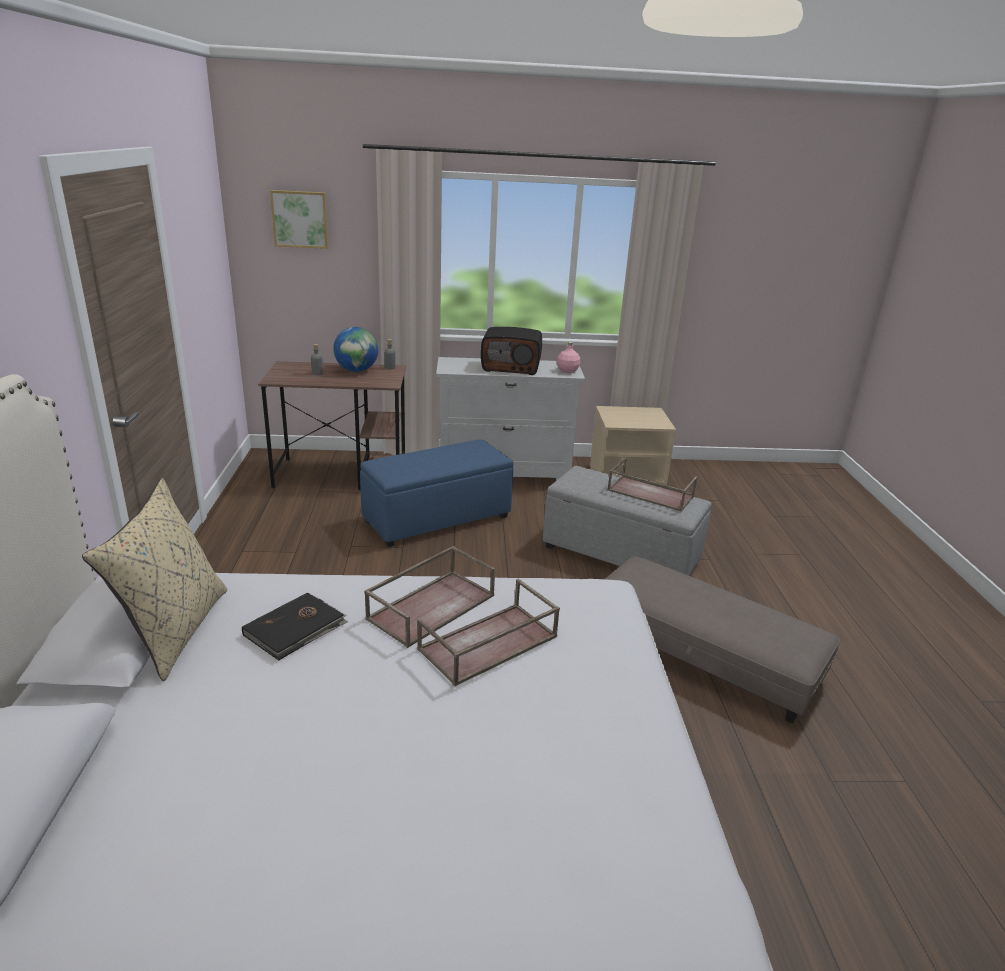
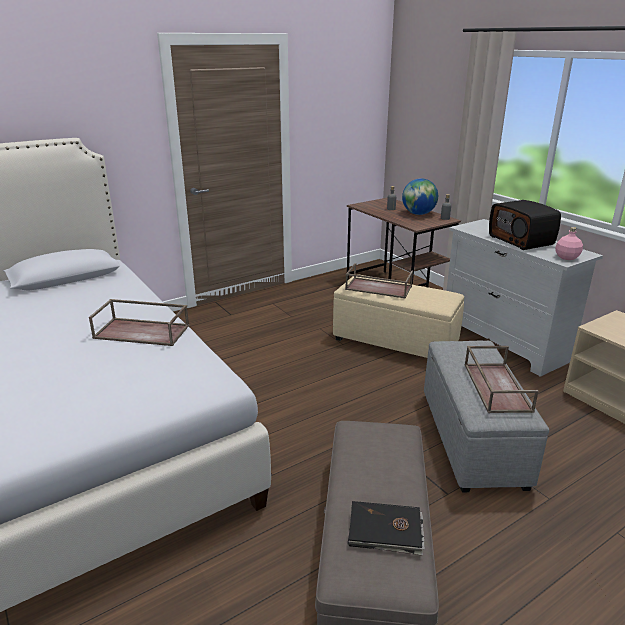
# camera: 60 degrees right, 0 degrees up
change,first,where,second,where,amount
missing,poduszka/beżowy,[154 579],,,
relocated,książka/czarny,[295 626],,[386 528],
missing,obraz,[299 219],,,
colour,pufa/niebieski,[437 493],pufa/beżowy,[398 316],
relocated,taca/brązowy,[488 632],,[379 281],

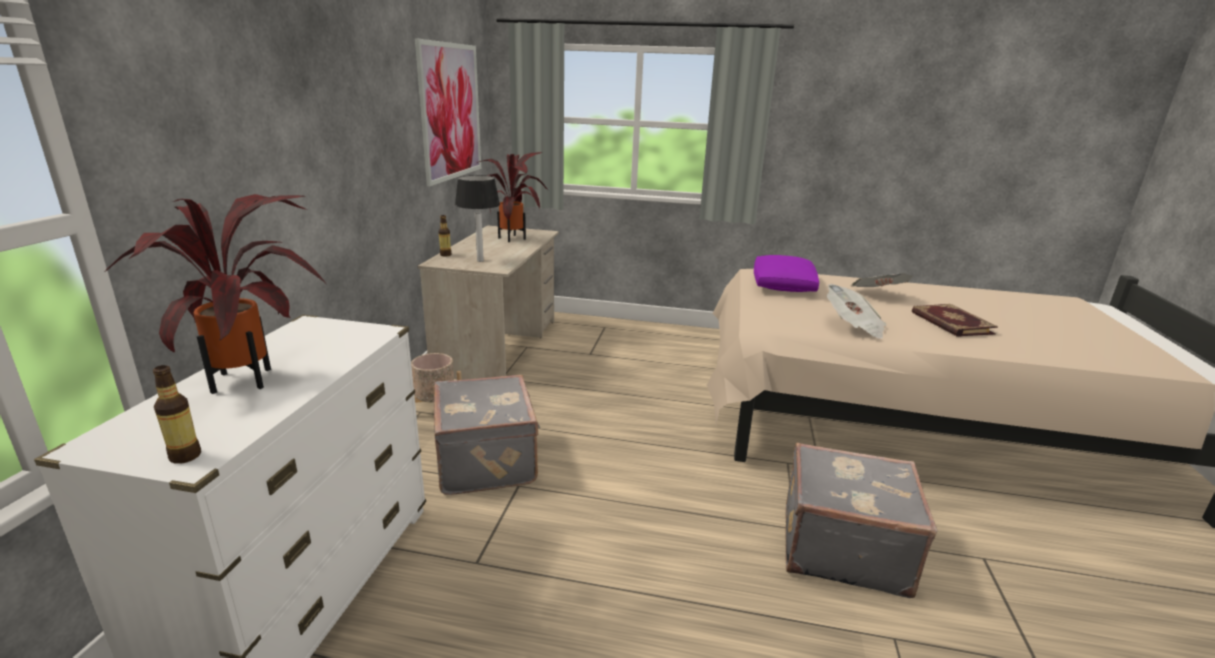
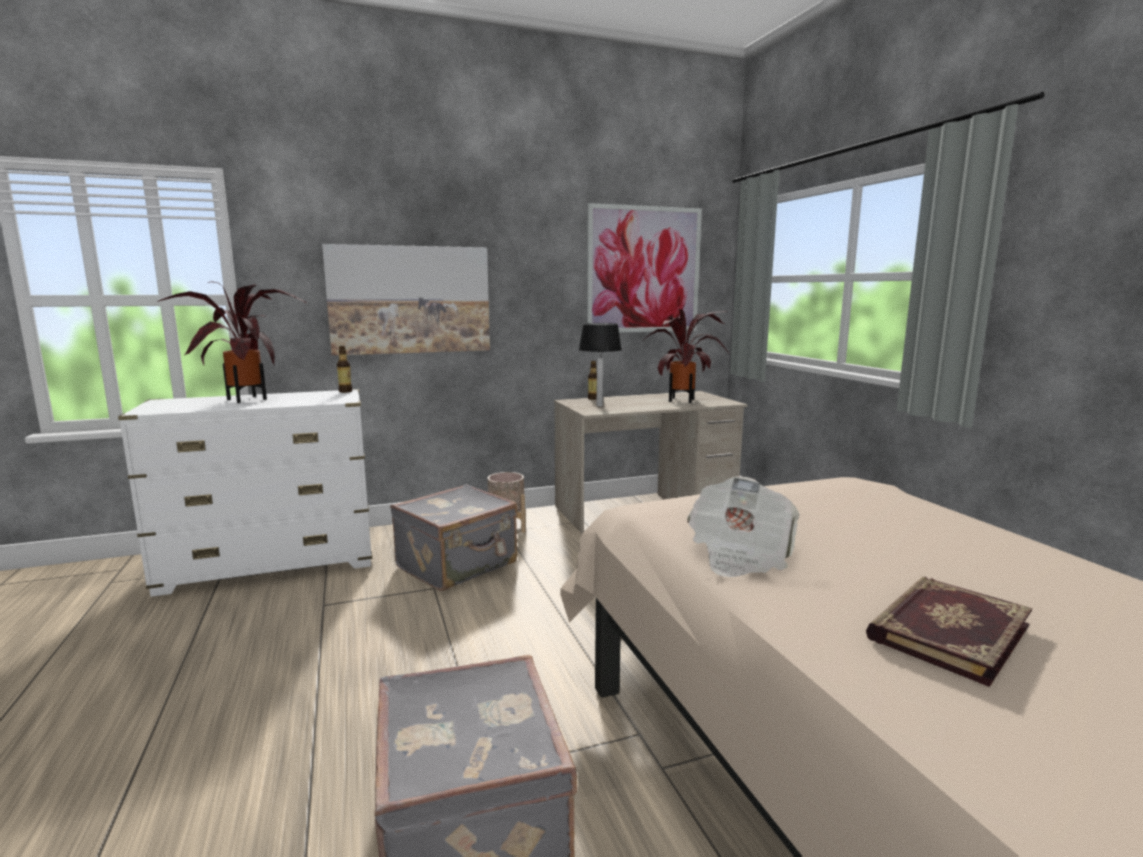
# camera: 60 degrees right, 10 degrees down
change,first,where,second,where,amount
relocated,butelka,[177 414],,[344 369],
missing,poduszka/fioletowy,[786 273],,,
missing,gazeta,[882 280],,,
appeared,,,obraz,[406 299],

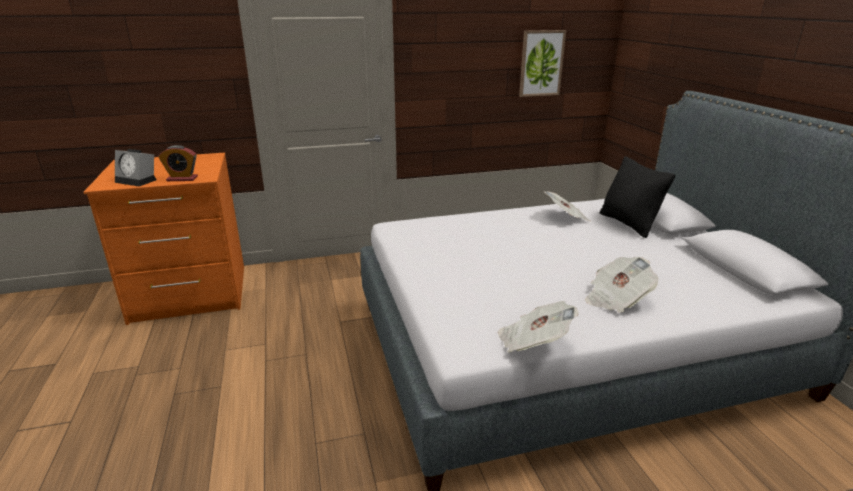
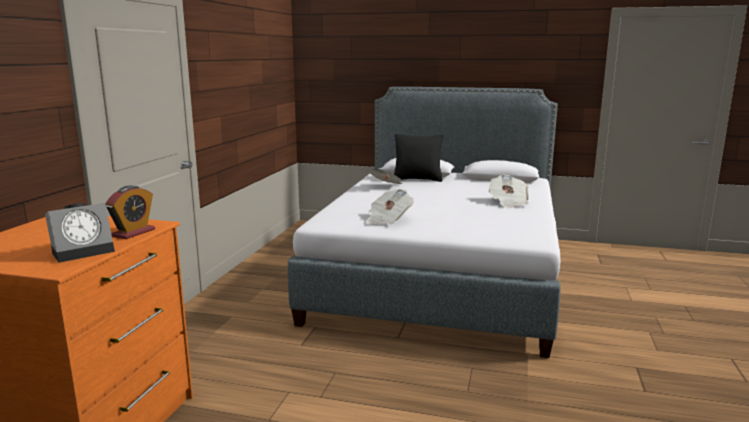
# camera: 60 degrees left, 10 degrees down
change,first,where,second,where,amount
relocated,gazeta,[537 327],,[390 207],
missing,obraz,[542 63],,,

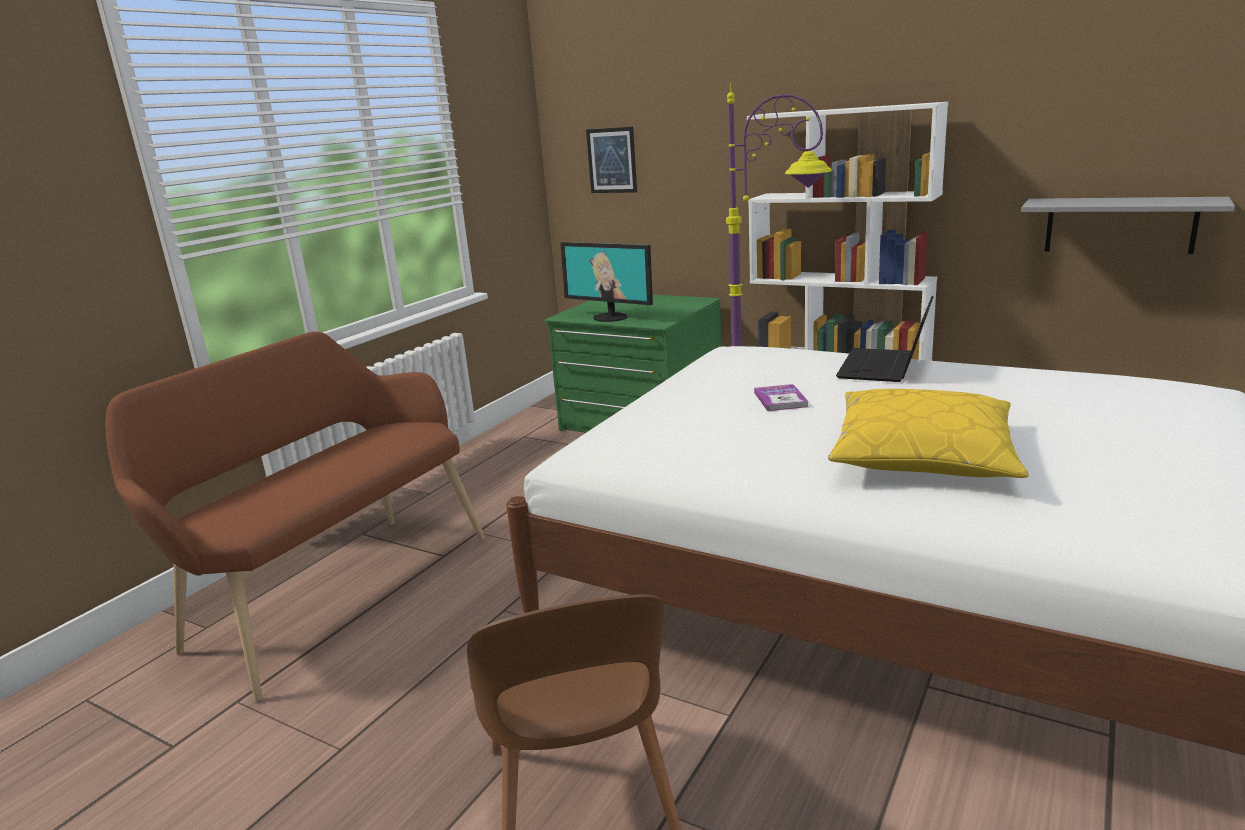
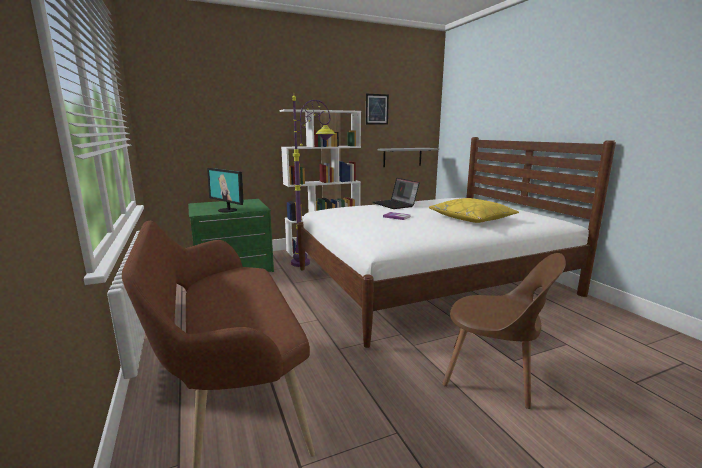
# camera: 55 degrees left, 5 degrees down
change,first,where,second,where,amount
spun,monitor,[606 282],,[225 190],60 degrees clockwise
relocated,obraz,[611 160],,[377 109],

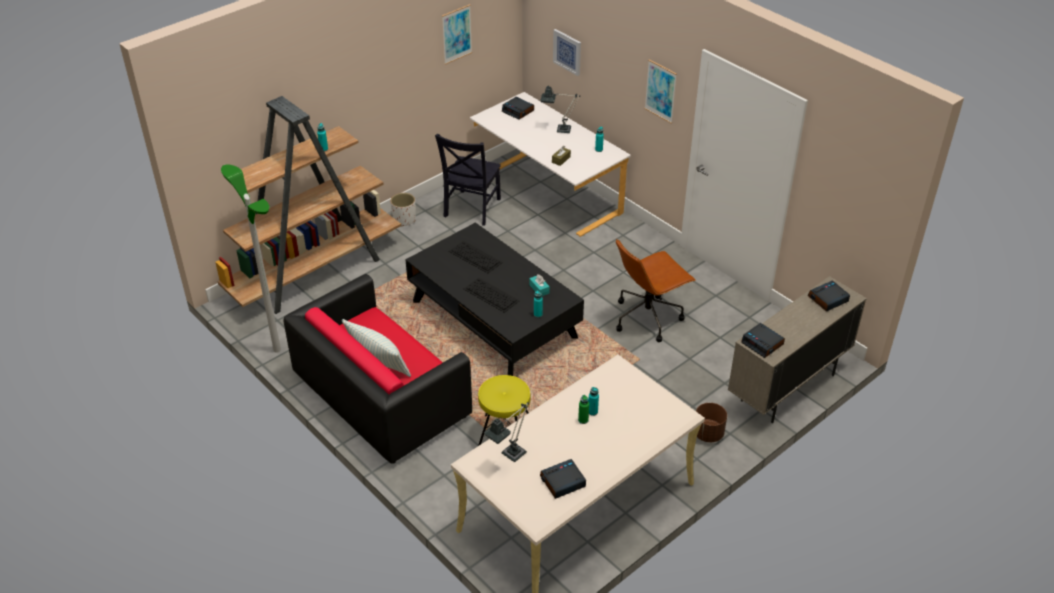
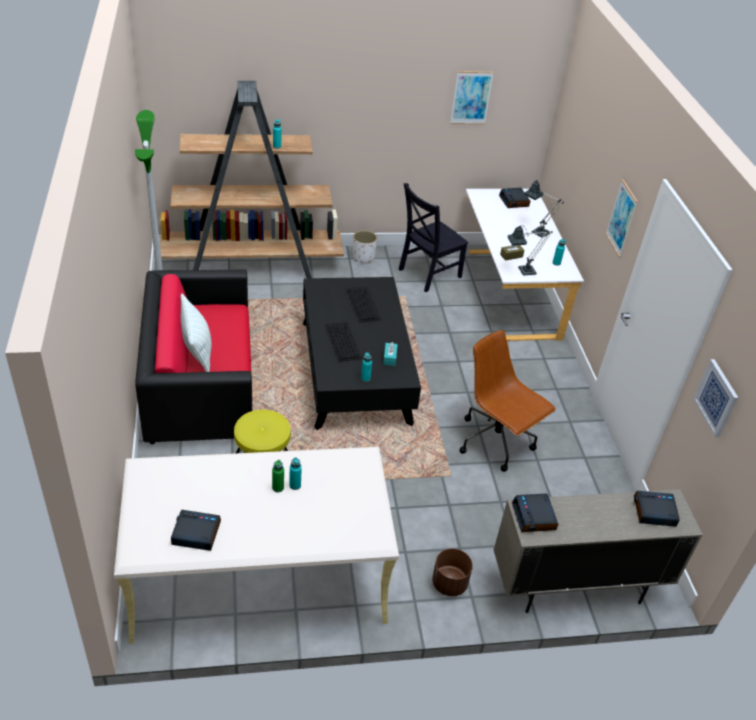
# camera: 30 degrees right, 0 degrees up
change,first,where,second,where,amount
relocated,lampa stołowa,[506 432],,[530 250],
relocated,obraz,[567 52],,[715 398],
spun,krzesło biurowe/brązowy,[656 290],,[508 401],45 degrees clockwise

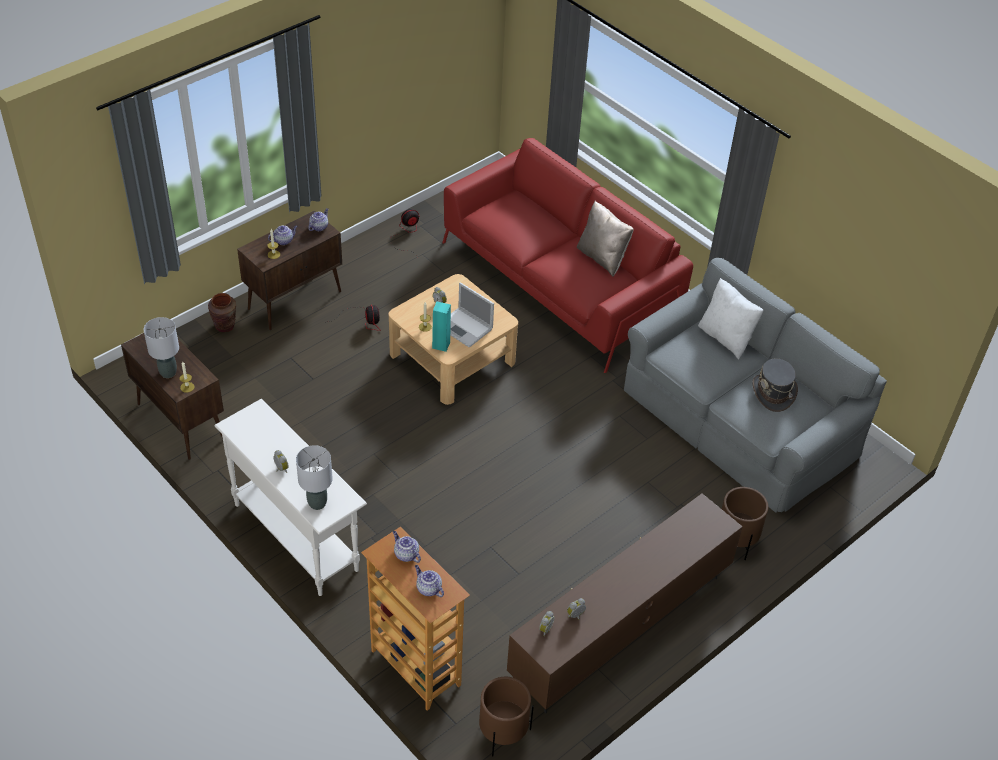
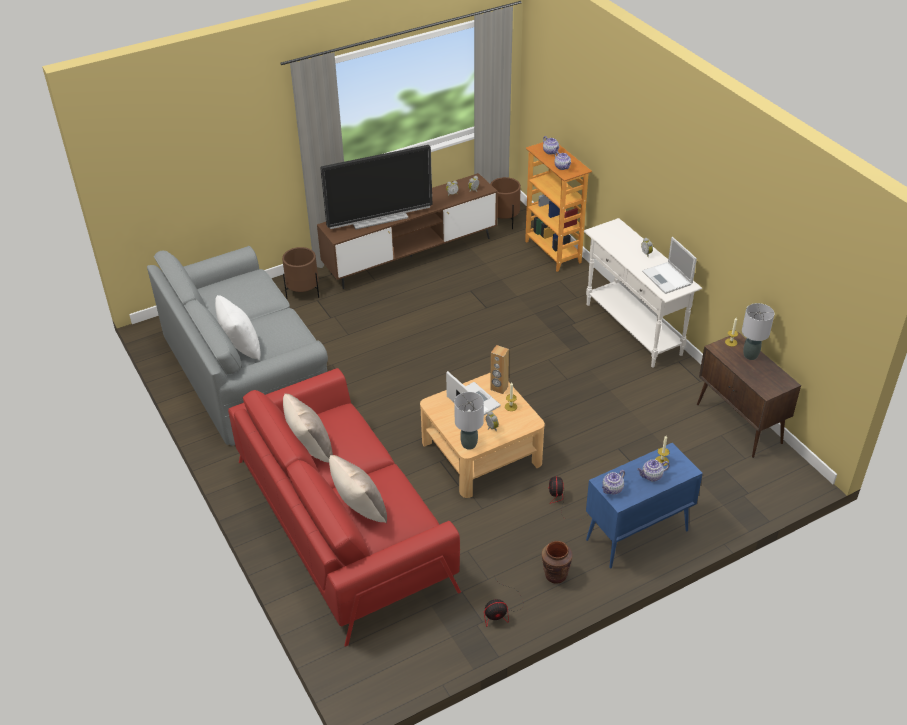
# camera: 165 degrees left, 5 degrees down
change,first,where,second,where,amount
relocated,wazon/brązowy,[222 312],,[557 562],
colour,szafka/brązowy,[289 270],szafka/niebieski,[644 506],
relocated,lampa stołowa/szary,[314 477],,[469 421],
colour,głośnik/turkusowy,[441 326],głośnik/brązowy,[499 369],
missing,kapelusz/szary,[775 385],,,
appeared,,,telewizor,[376 187],
appeared,,,poduszka/beżowy,[358 489],
appeared,,,laptop,[669 265],

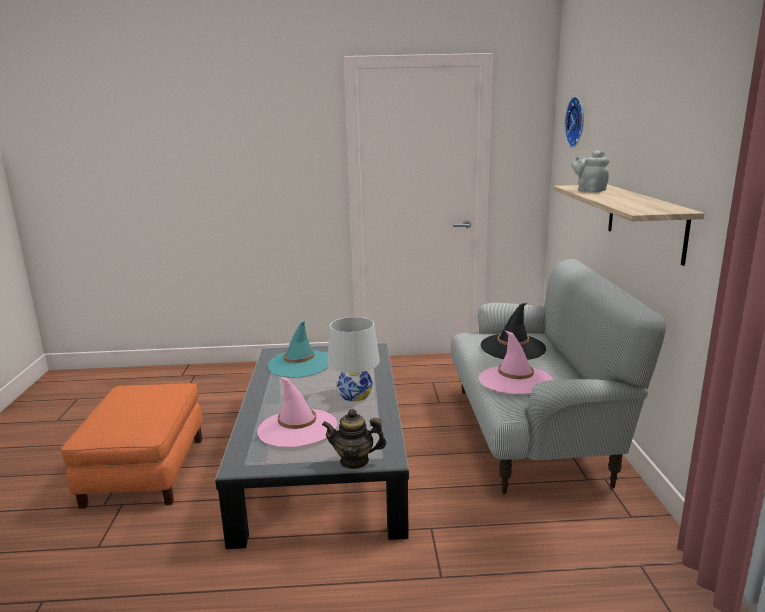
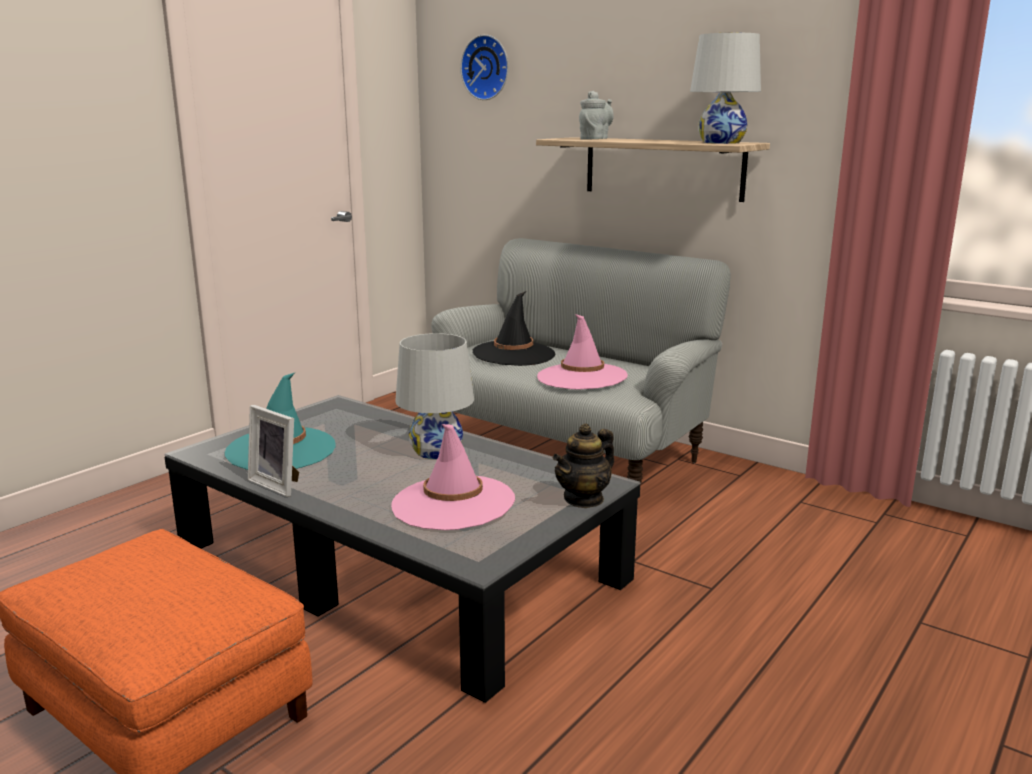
# camera: 50 degrees left, 0 degrees up
change,first,where,second,where,amount
spun,imbryk/szary,[590 171],,[596 115],120 degrees clockwise
appeared,,,ramka na zdjęcie,[273 451],
appeared,,,lampa stołowa/biały,[725 88],

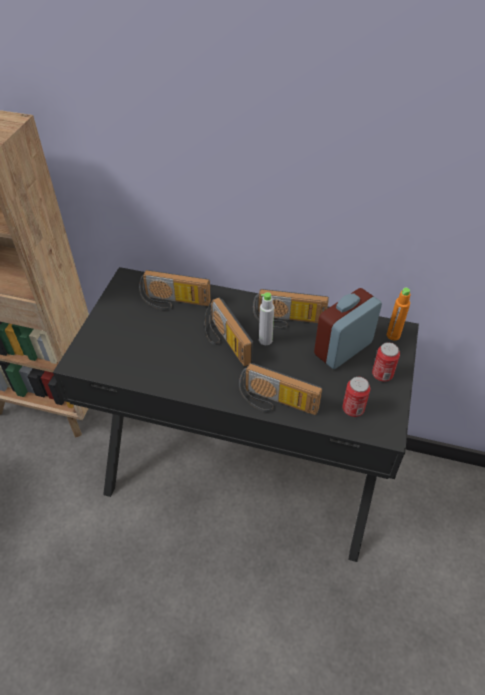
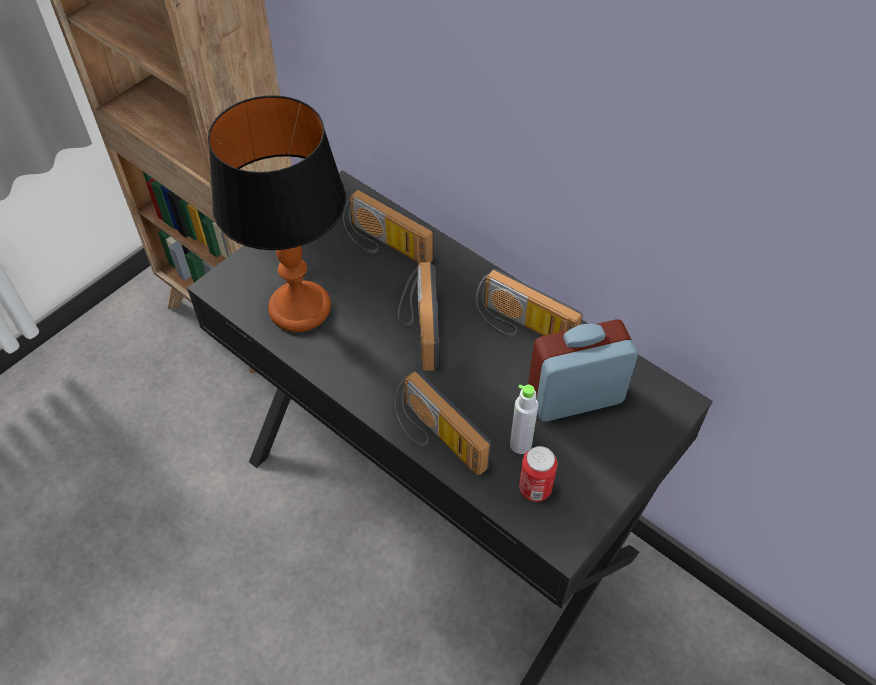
# camera: 25 degrees right, 5 degrees up
change,first,where,second,where,amount
relocated,butelka/szary,[266 318],,[524 419],
missing,puszka,[386 362],,,
missing,butelka/pomarańczowy,[398 314],,,
appeared,,,lampa stołowa,[277 213],

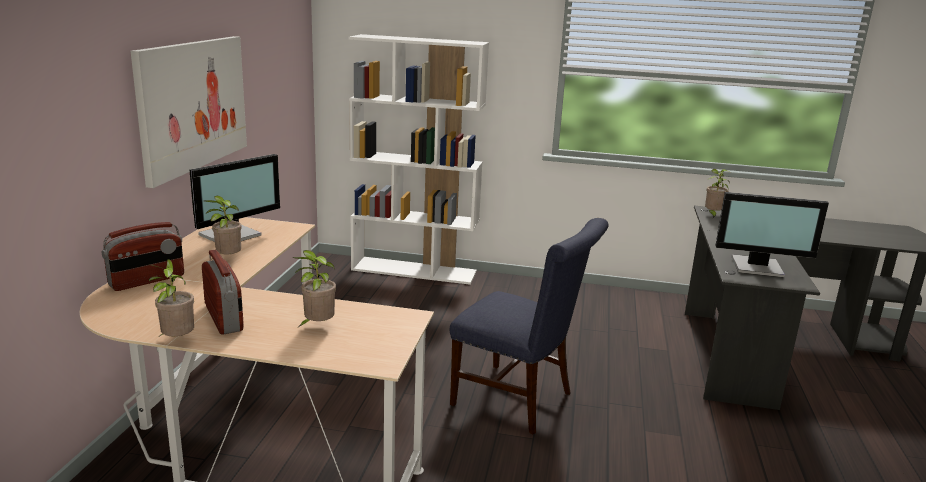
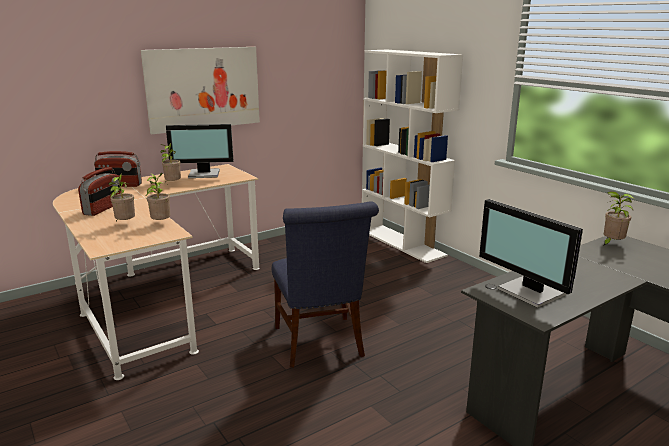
# camera: 45 degrees right, 0 degrees up
change,first,where,second,where,amount
relocated,roślina doniczkowa,[171 297],,[158 196],

